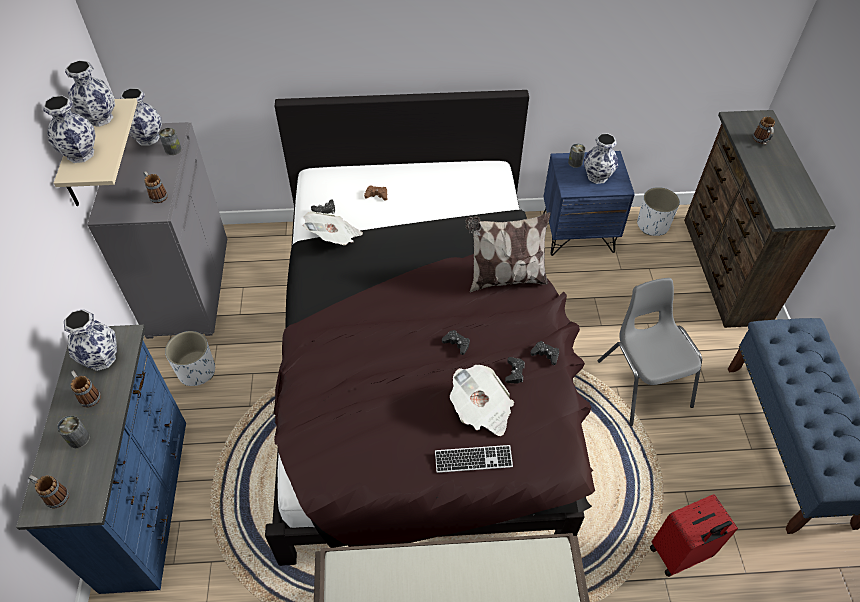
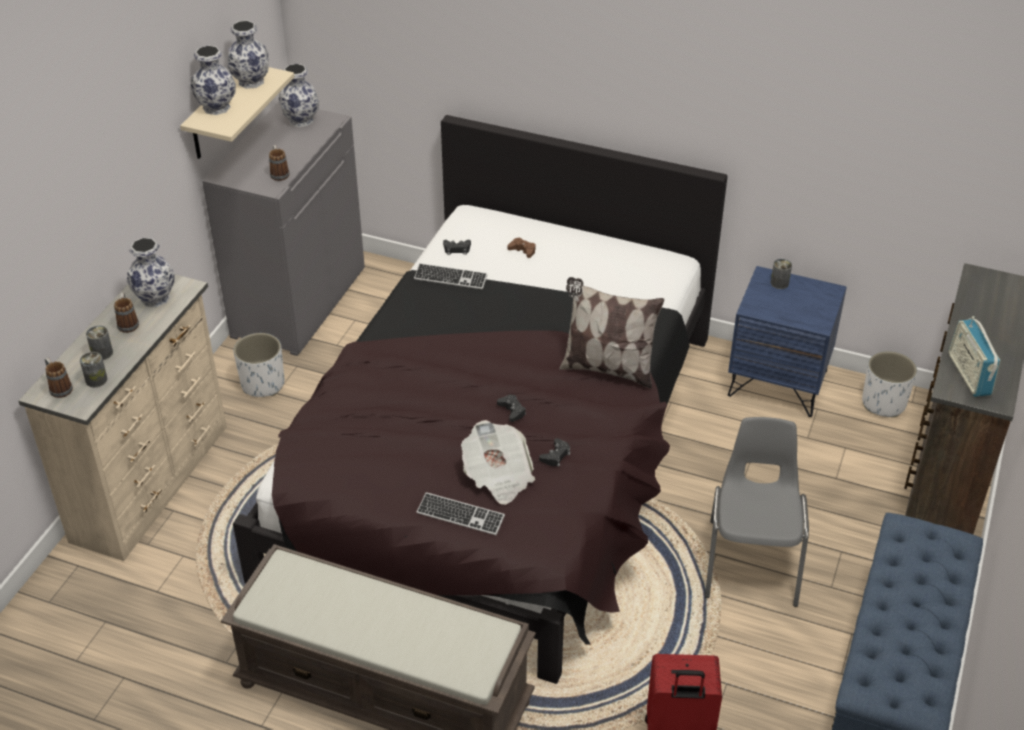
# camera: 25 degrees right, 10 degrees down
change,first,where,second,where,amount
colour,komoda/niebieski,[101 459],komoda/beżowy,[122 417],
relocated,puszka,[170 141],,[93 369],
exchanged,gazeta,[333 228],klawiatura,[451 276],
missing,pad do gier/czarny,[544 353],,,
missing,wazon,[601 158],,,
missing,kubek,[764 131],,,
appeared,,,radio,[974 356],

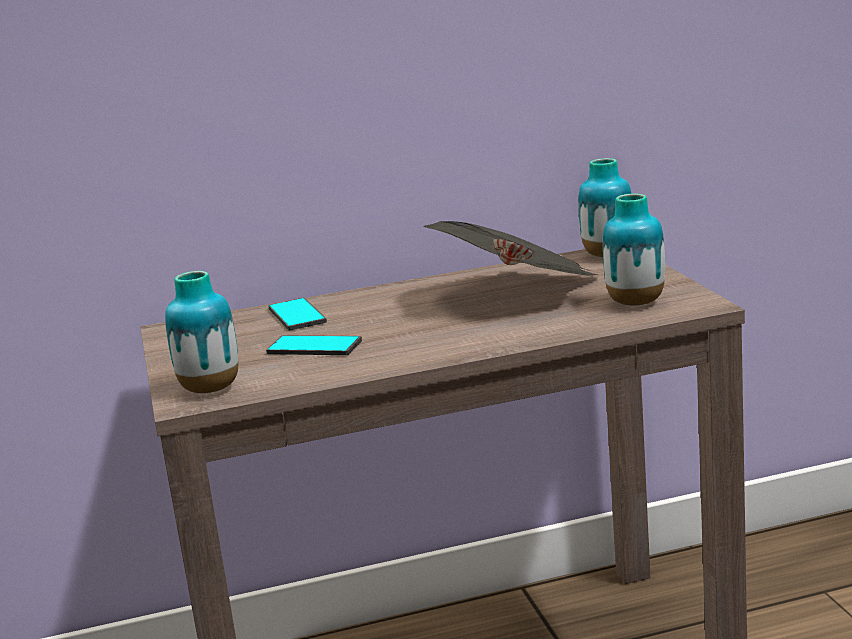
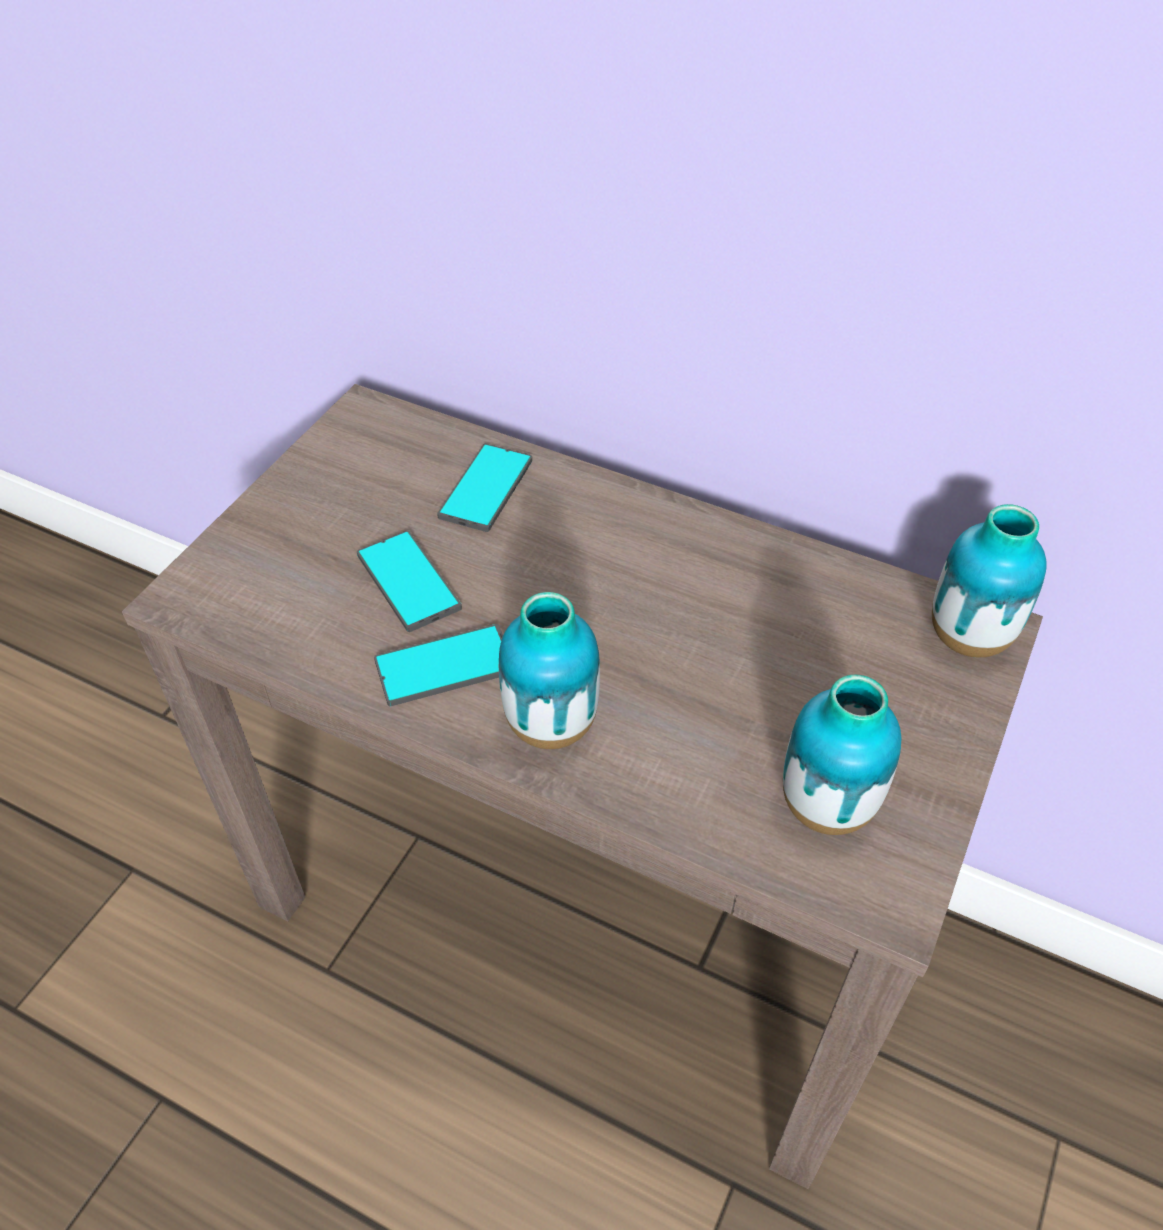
# camera: 40 degrees right, 30 degrees up
change,first,where,second,where,amount
relocated,wazon,[201 332],,[549 670],
missing,gazeta,[511 248],,,
appeared,,,telefon,[438 665],

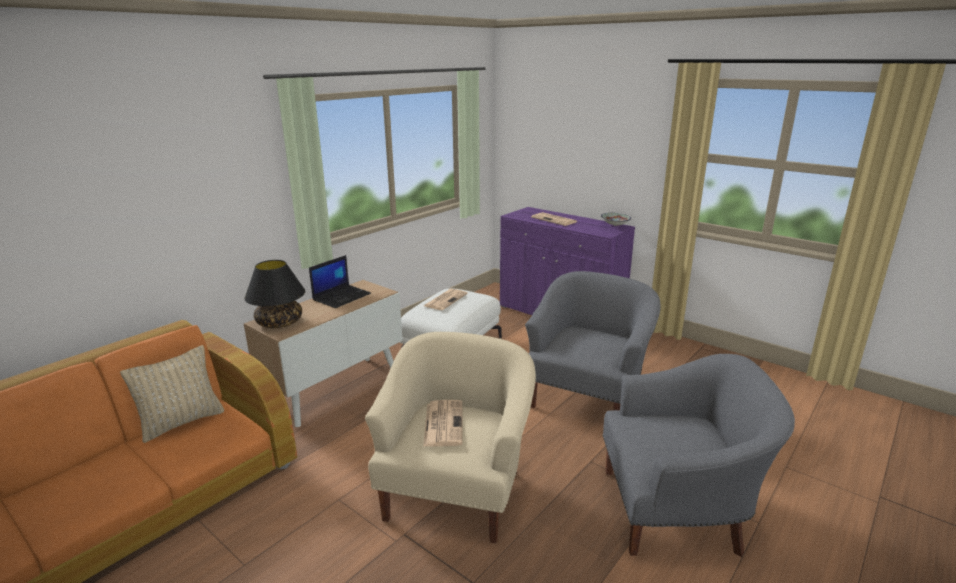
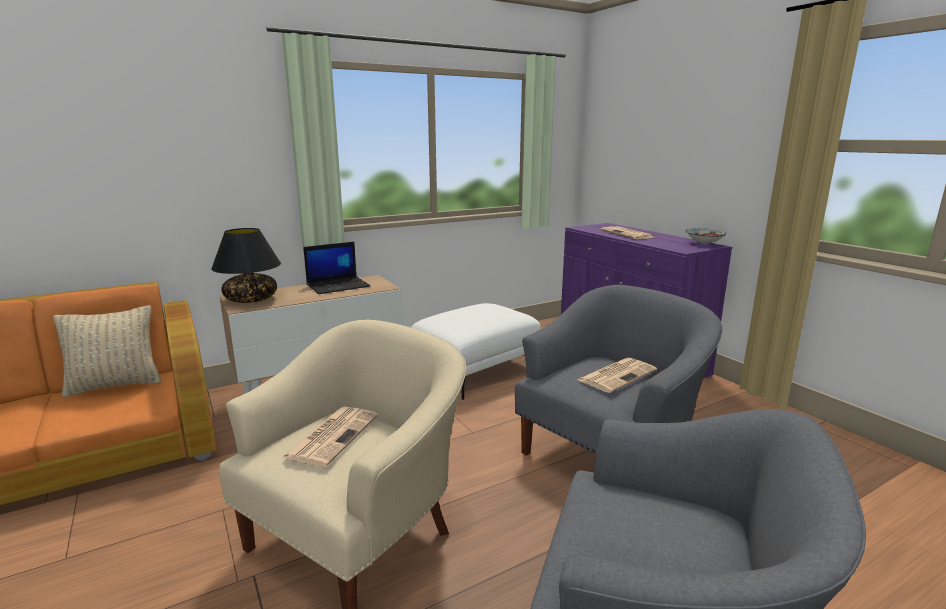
# camera: 20 degrees right, 5 degrees down
change,first,where,second,where,amount
relocated,gazeta,[446 299],,[617 375],

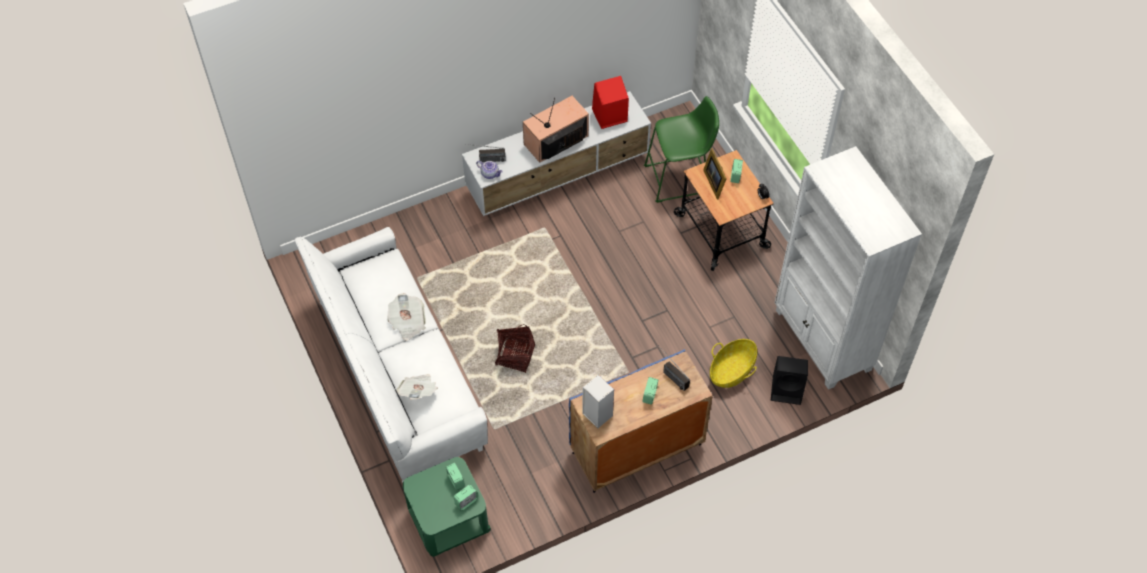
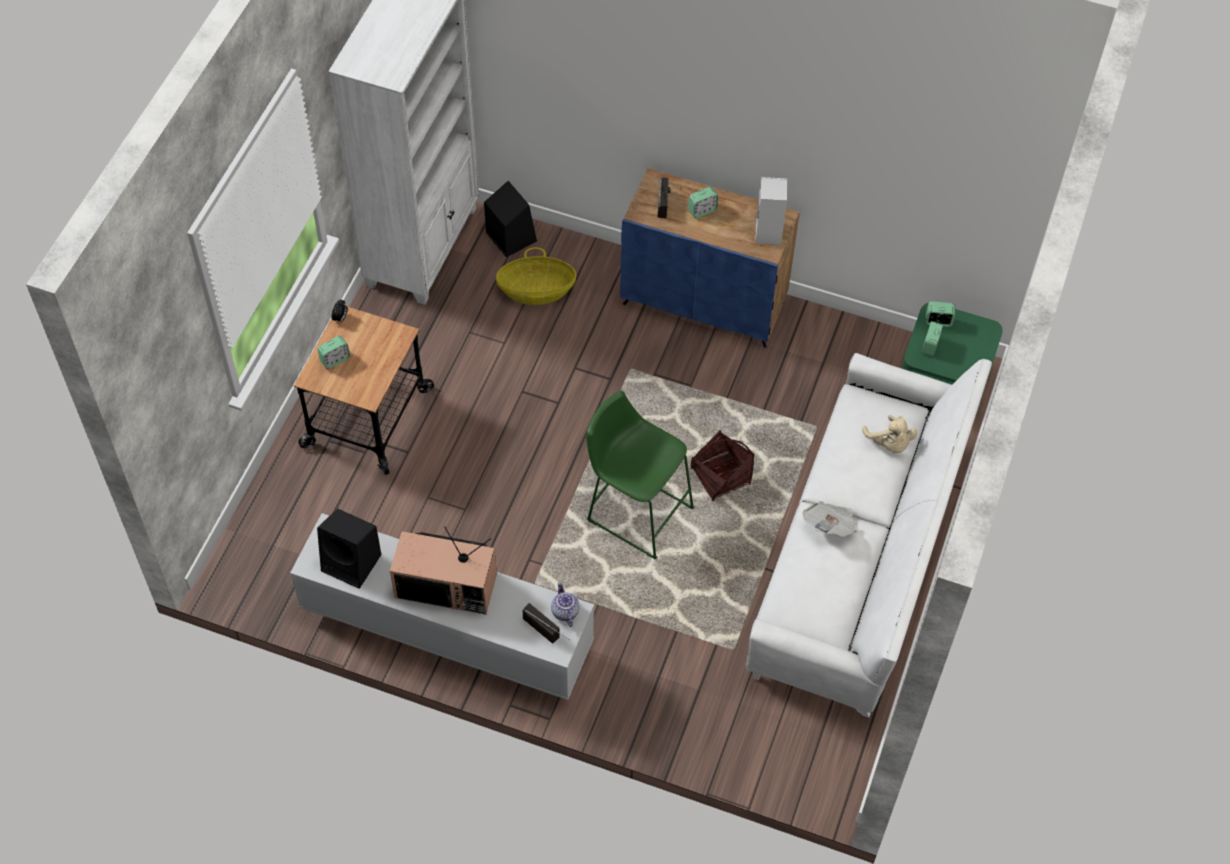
# camera: 135 degrees left, 0 degrees up
change,first,where,second,where,amount
exchanged,gazeta,[417 387],pluszak/beżowy,[889 434],
colour,głośnik/czerwony,[610 102],głośnik/czarny,[349 549],
relocated,stołek/zielony,[681 149],,[640 475],
missing,ramka na zdjęcie,[715 173],,,

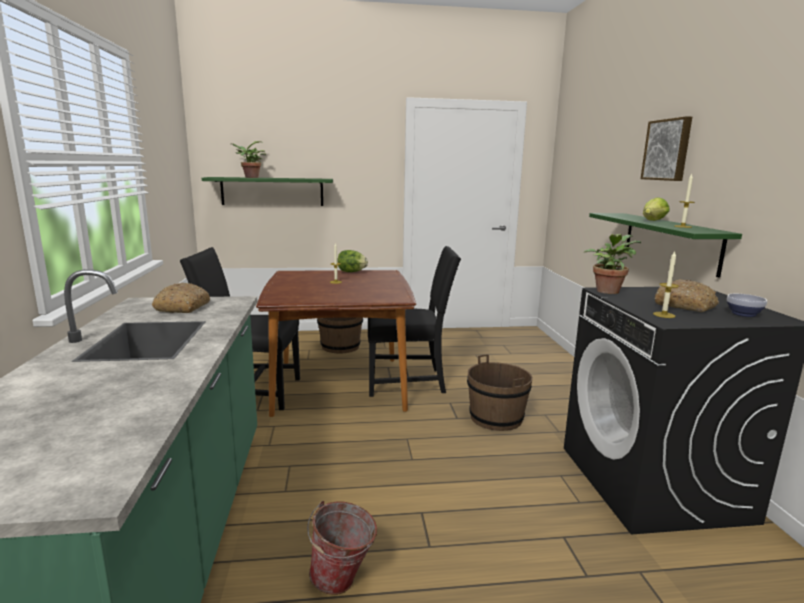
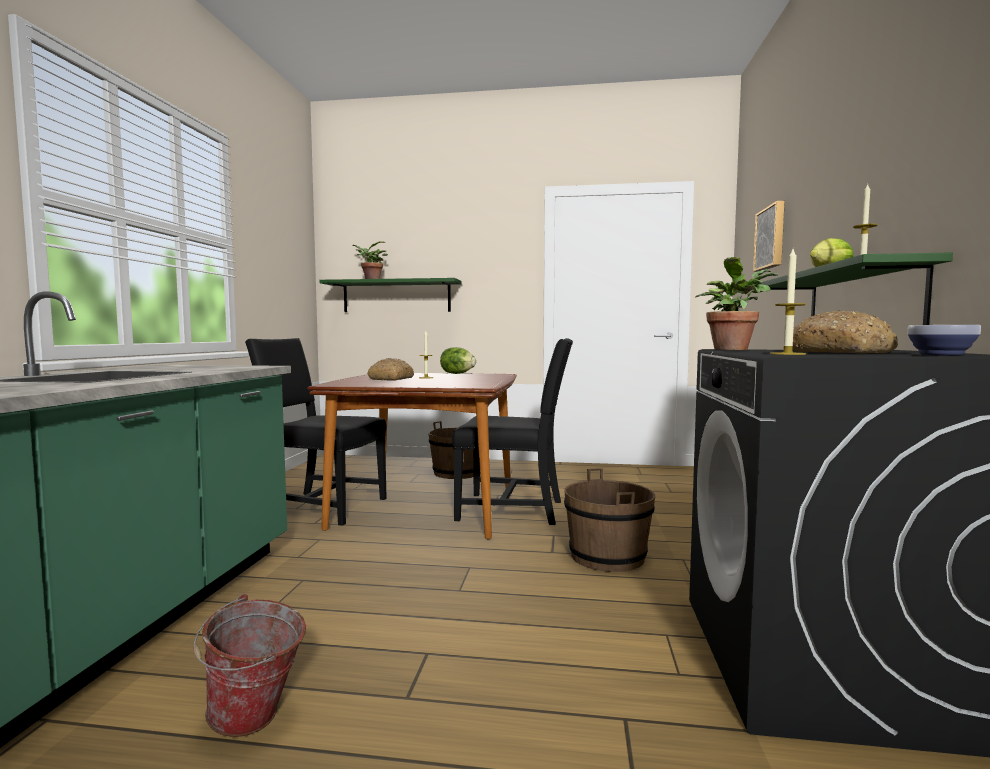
# camera: 15 degrees right, 10 degrees down
change,first,where,second,where,amount
relocated,chleb,[181 298],,[390 369],
relocated,obraz,[666 148],,[769 236],

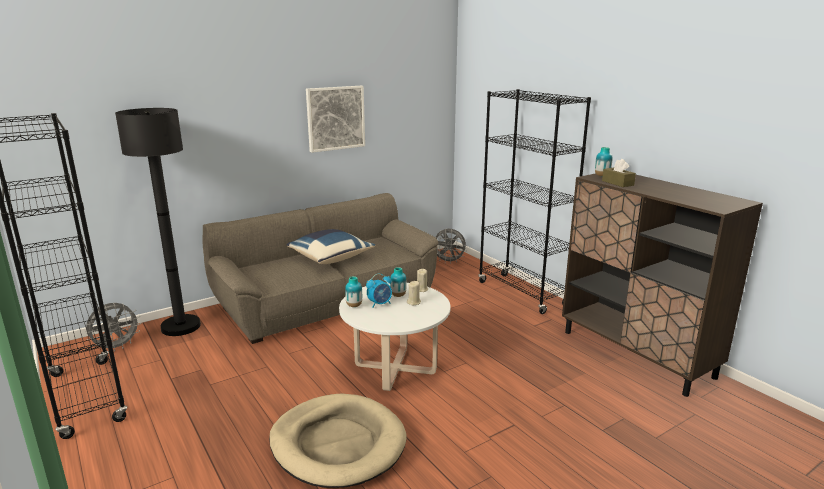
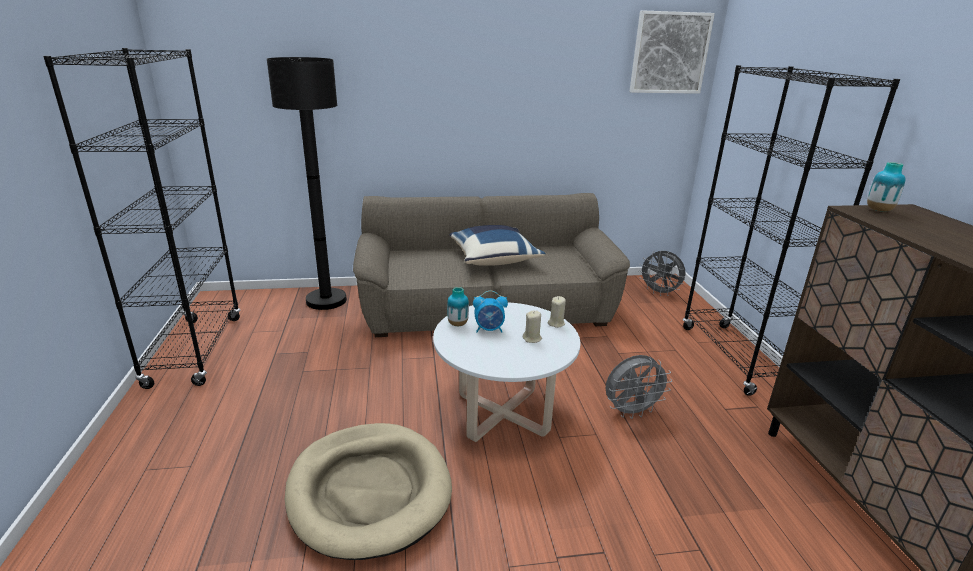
# camera: 25 degrees right, 5 degrees up
change,first,where,second,where,amount
relocated,wentylator/szary,[113 327],,[638 387],
relocated,obraz,[335 119],,[672 52],
missing,wazon,[398 282],,,
missing,pudełko chusteczek/brązowy,[619 173],,,

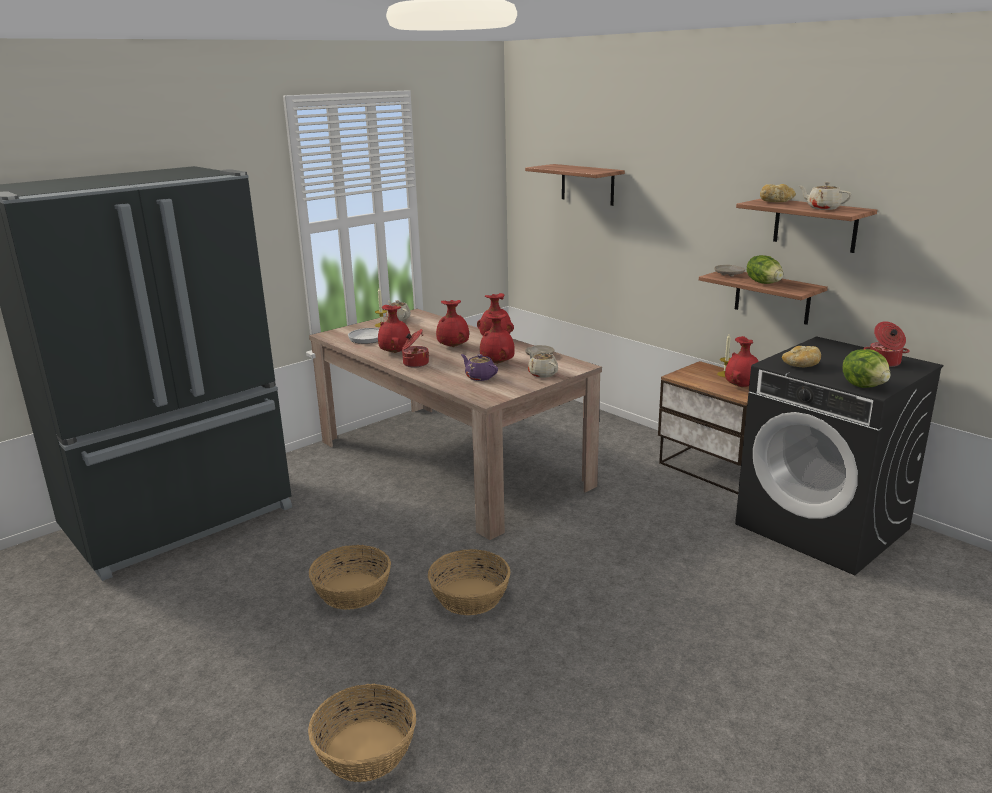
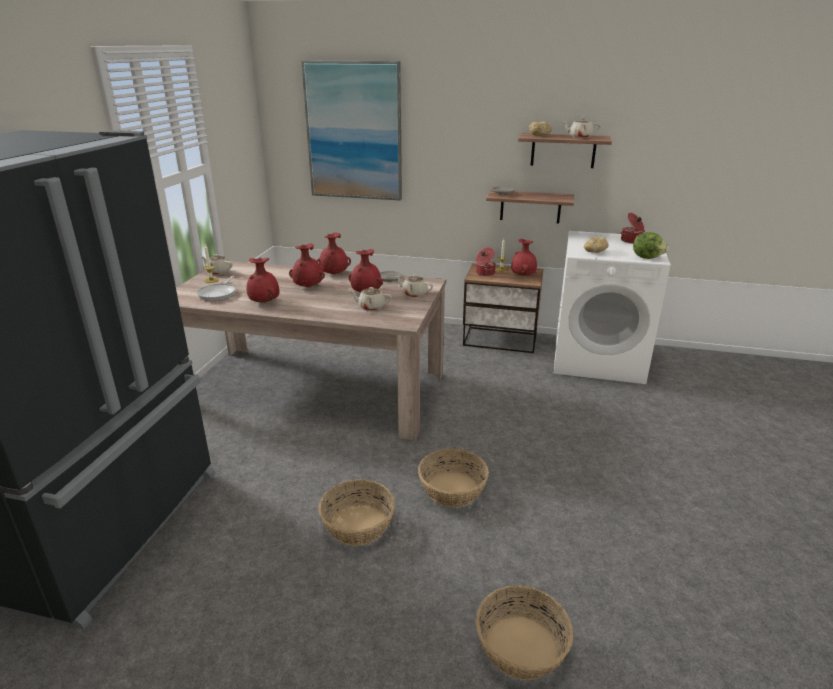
# camera: 35 degrees left, 5 degrees up
change,first,where,second,where,amount
relocated,garnek,[415 348],,[486 261],
colour,imbryk/fioletowy,[479 367],imbryk/beżowy,[370 299],
exchanged,półka,[575 185],obraz,[351 131],
colour,pralka/czarny,[839 455],pralka/biały,[612 307],
missing,sałata,[765 269],,,

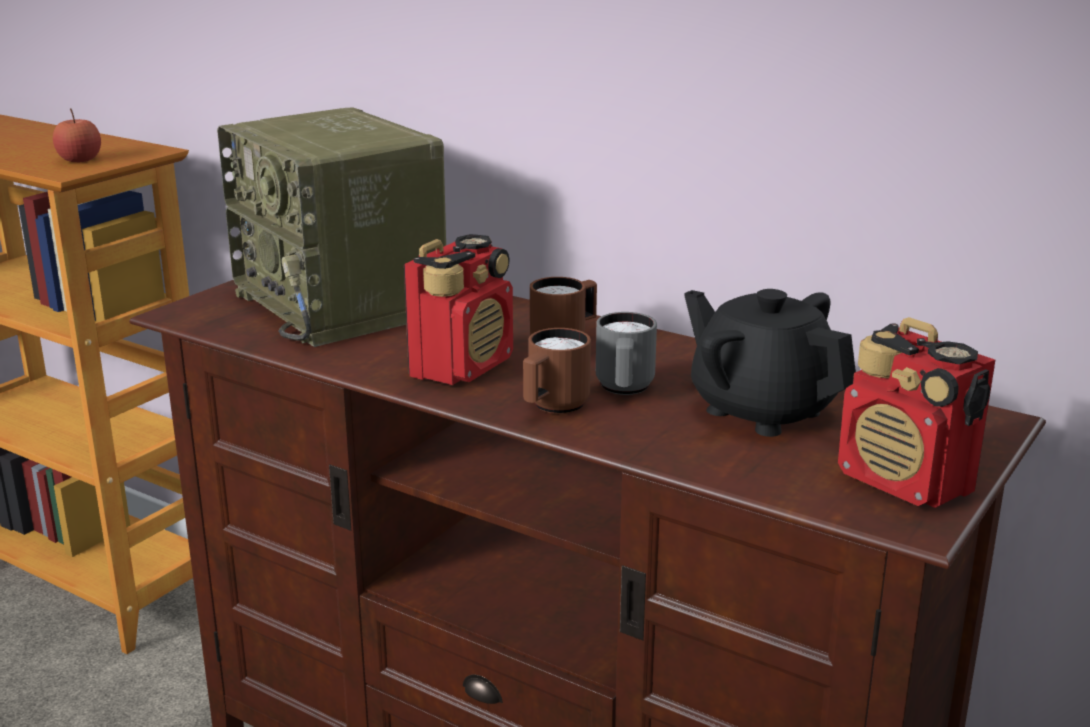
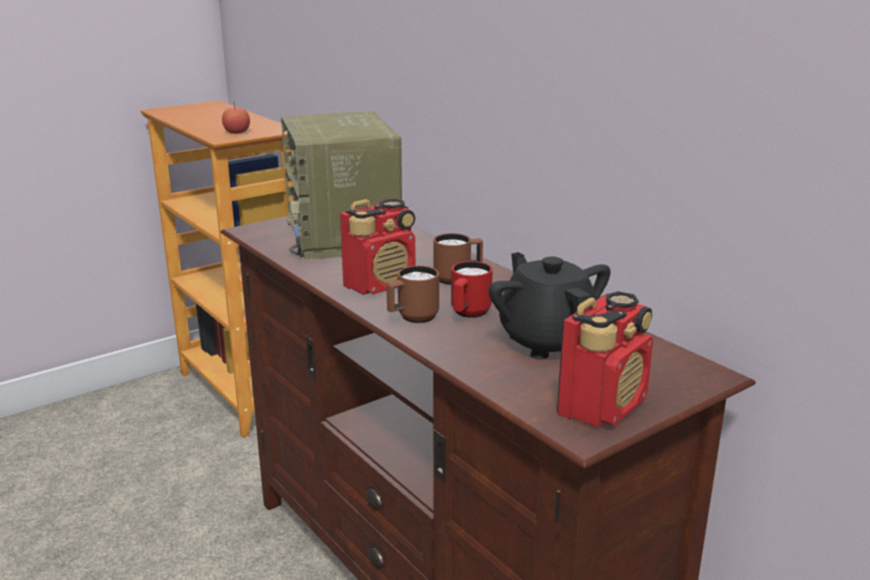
# camera: 20 degrees right, 0 degrees up
change,first,where,second,where,amount
colour,kubek/szary,[626 353],kubek/czerwony,[472 289],
spun,radio,[916 412],,[605 359],120 degrees counterclockwise

